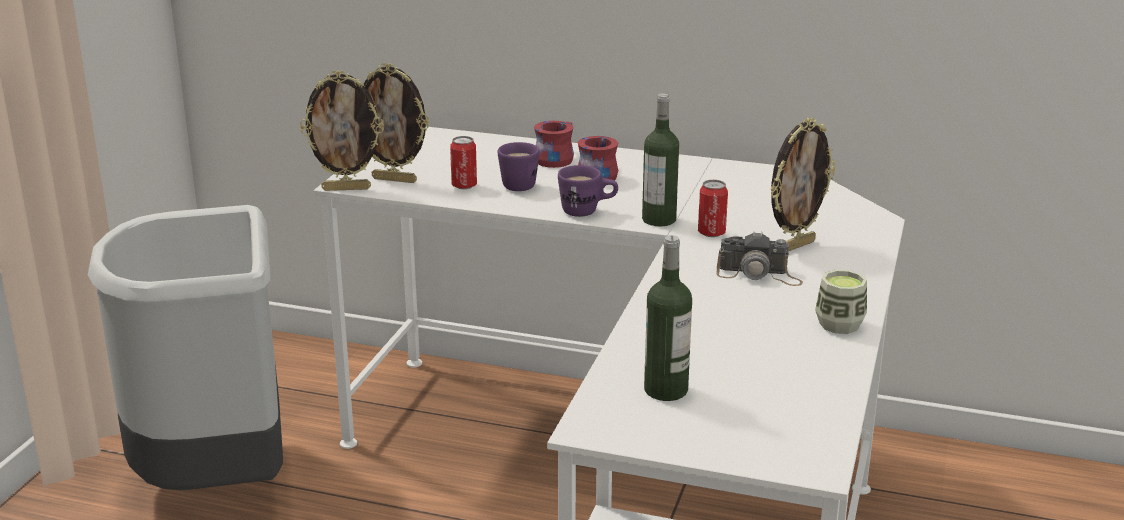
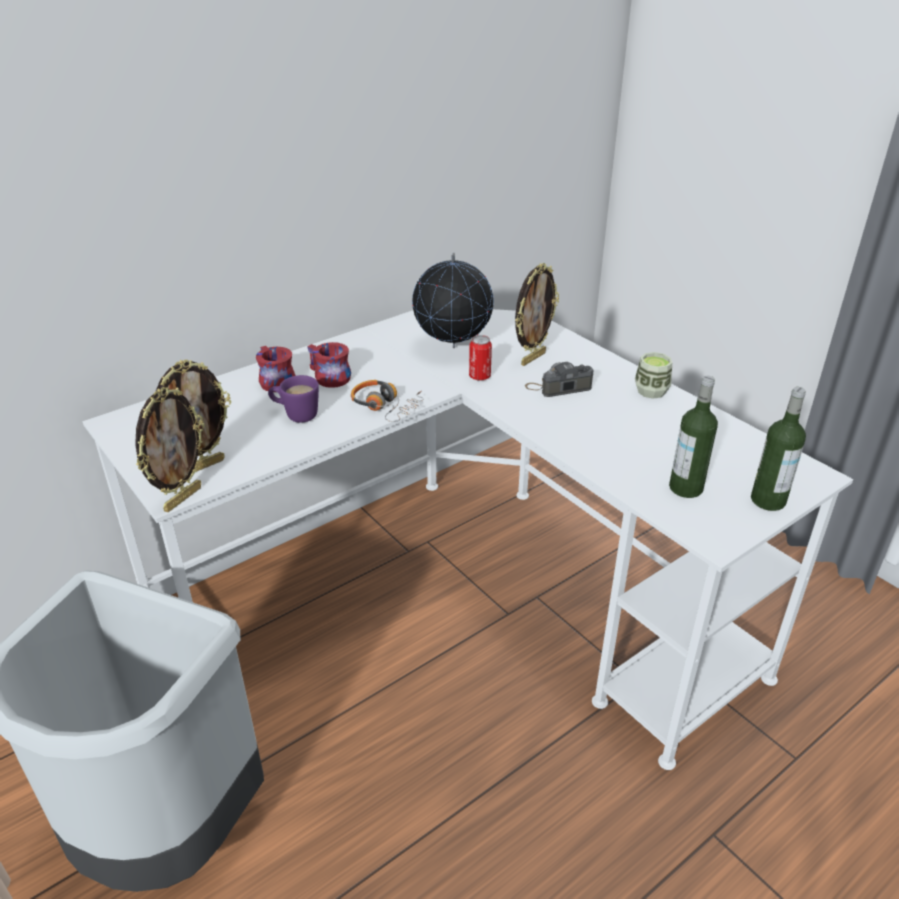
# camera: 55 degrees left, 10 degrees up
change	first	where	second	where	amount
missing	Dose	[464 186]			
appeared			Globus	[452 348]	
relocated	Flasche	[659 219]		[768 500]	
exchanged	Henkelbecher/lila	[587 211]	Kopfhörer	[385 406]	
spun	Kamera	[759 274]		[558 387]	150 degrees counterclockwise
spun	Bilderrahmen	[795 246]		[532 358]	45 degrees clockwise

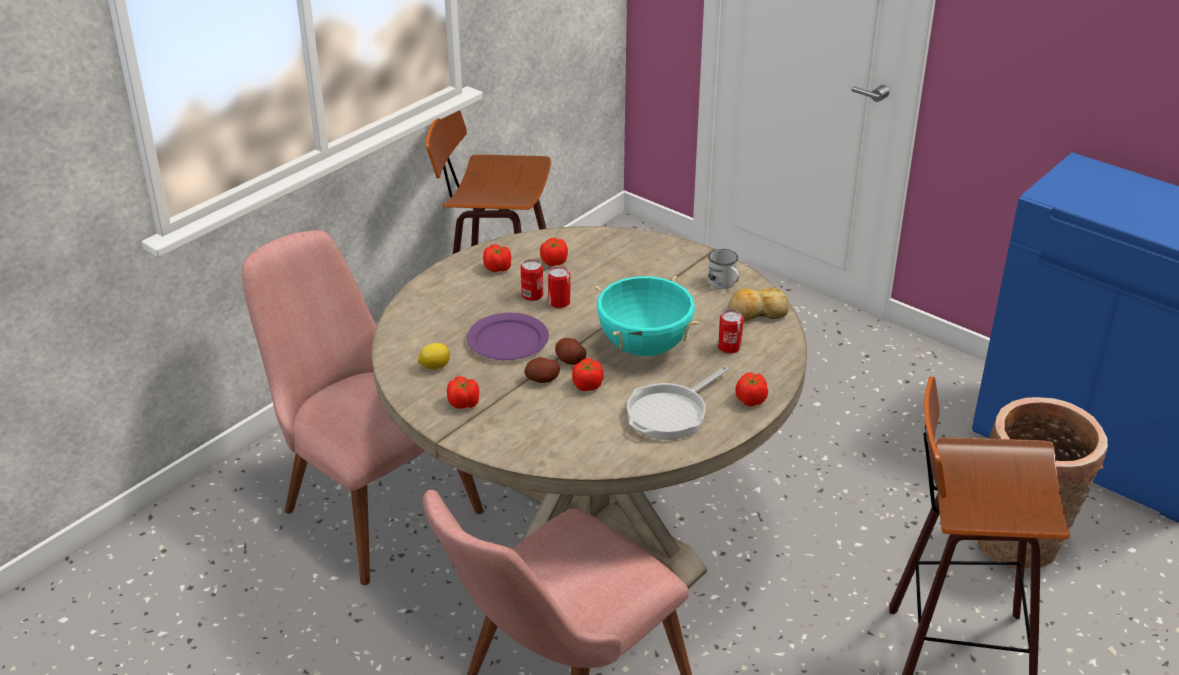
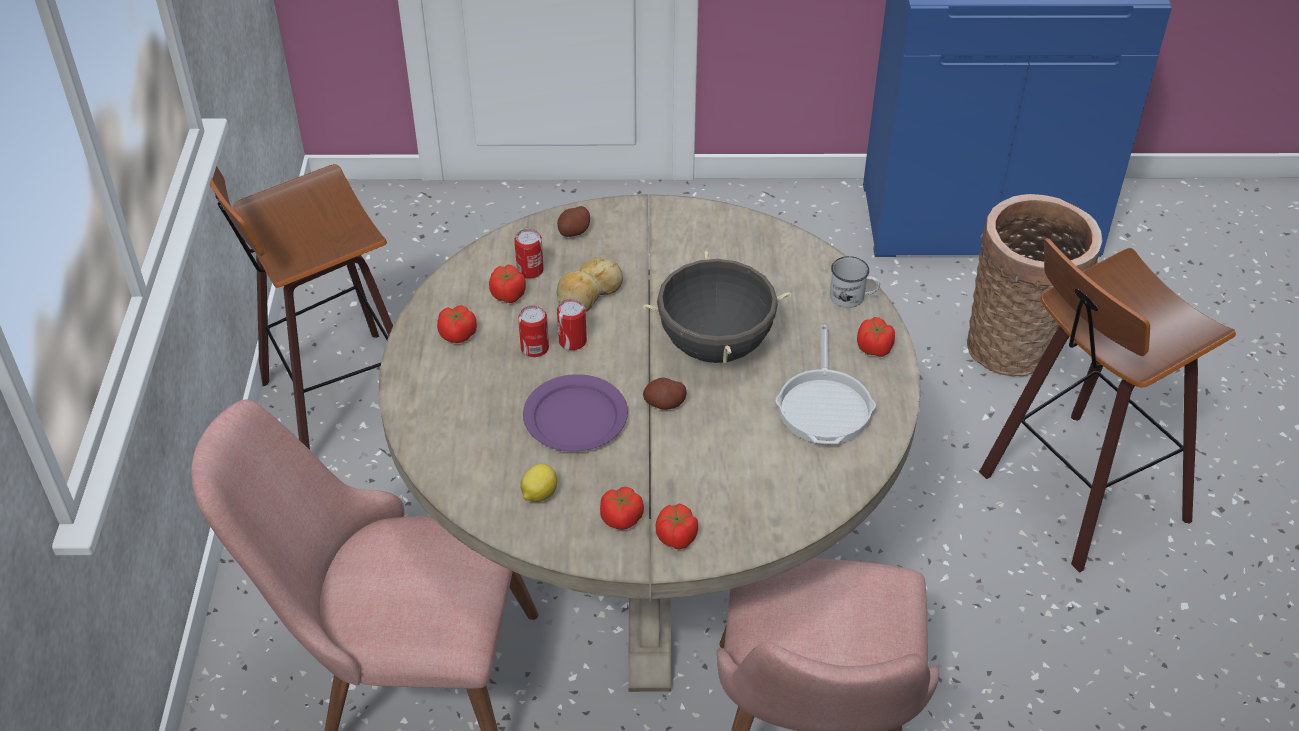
# camera: 40 degrees left, 10 degrees up
change	first	where	second	where	amount
relocated	Kartoffel	[542 379]		[574 231]	
relocated	Tomate	[587 385]		[676 537]	
relocated	Henkelbecher/weiß	[724 284]		[852 297]	
relocated	Dose	[729 347]		[530 270]	
relocated	Brot	[757 312]		[588 294]	
colour	Kochtopf/türkis	[644 347]	Kochtopf/schwarz	[715 345]	

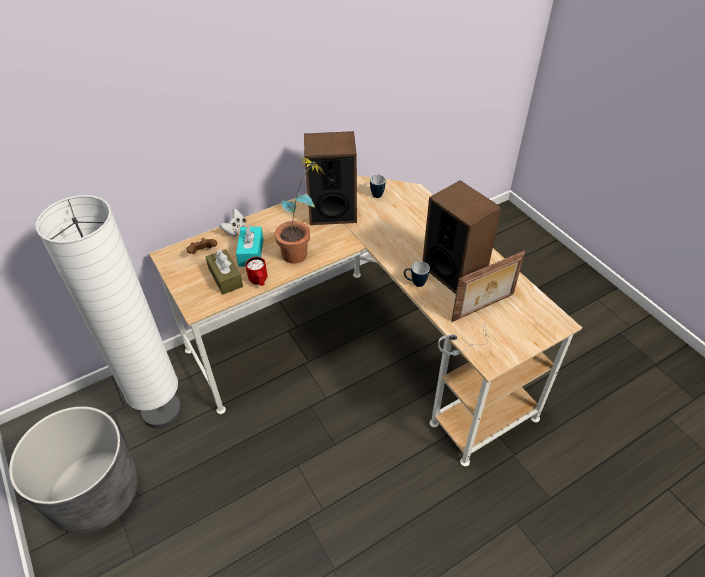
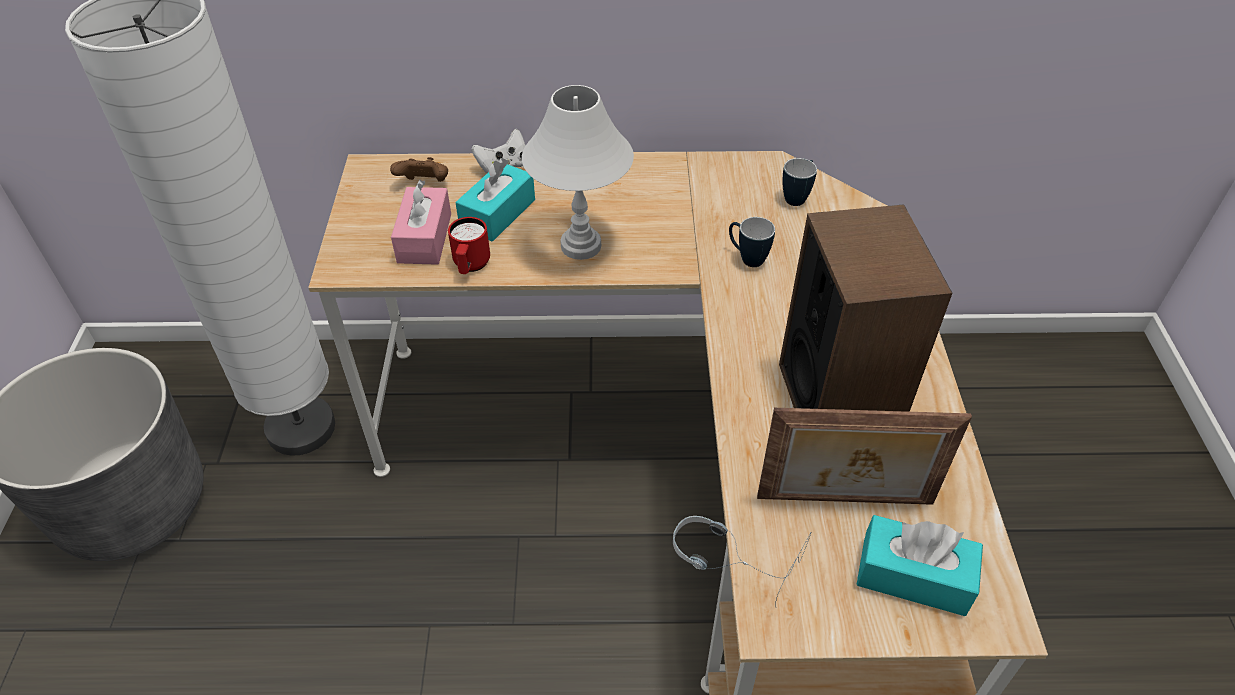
# camera: 30 degrees right, 0 degrees up
change	first	where	second	where	amount
missing	Lautsprecher	[332 212]			
appeared			Taschentuchbox/türkis	[913 576]	
relocated	Henkelbecher	[415 283]		[747 258]	
exchanged	Topfpflanze	[302 251]	Tischlampe/weiß	[581 246]	
colour	Taschentuchbox/braun	[225 277]	Taschentuchbox/rosa	[424 238]	

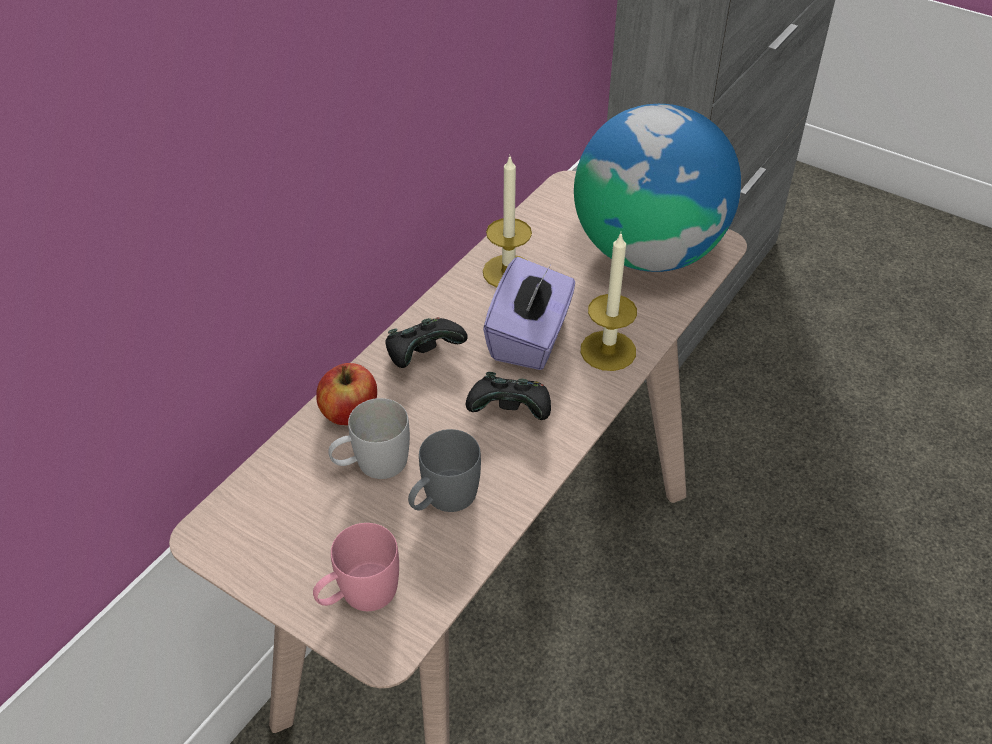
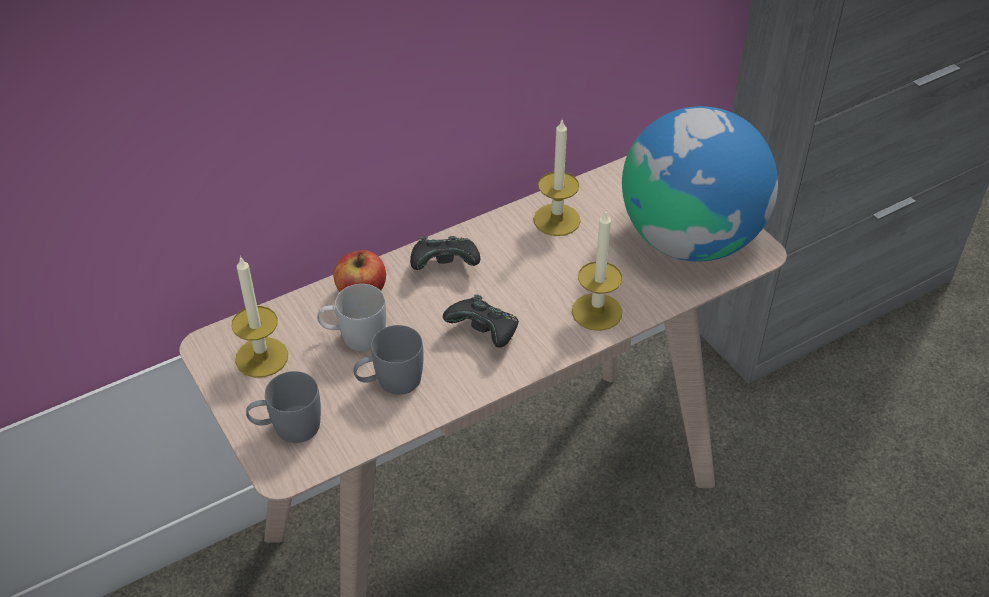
# camera: 25 degrees right, 0 degrees up
change	first	where	second	where	amount
missing	Taschentuchbox/lila	[530 338]			
appeared			Kerze	[262 357]	
colour	Henkelbecher/rosa	[358 595]	Henkelbecher/grau	[287 428]	

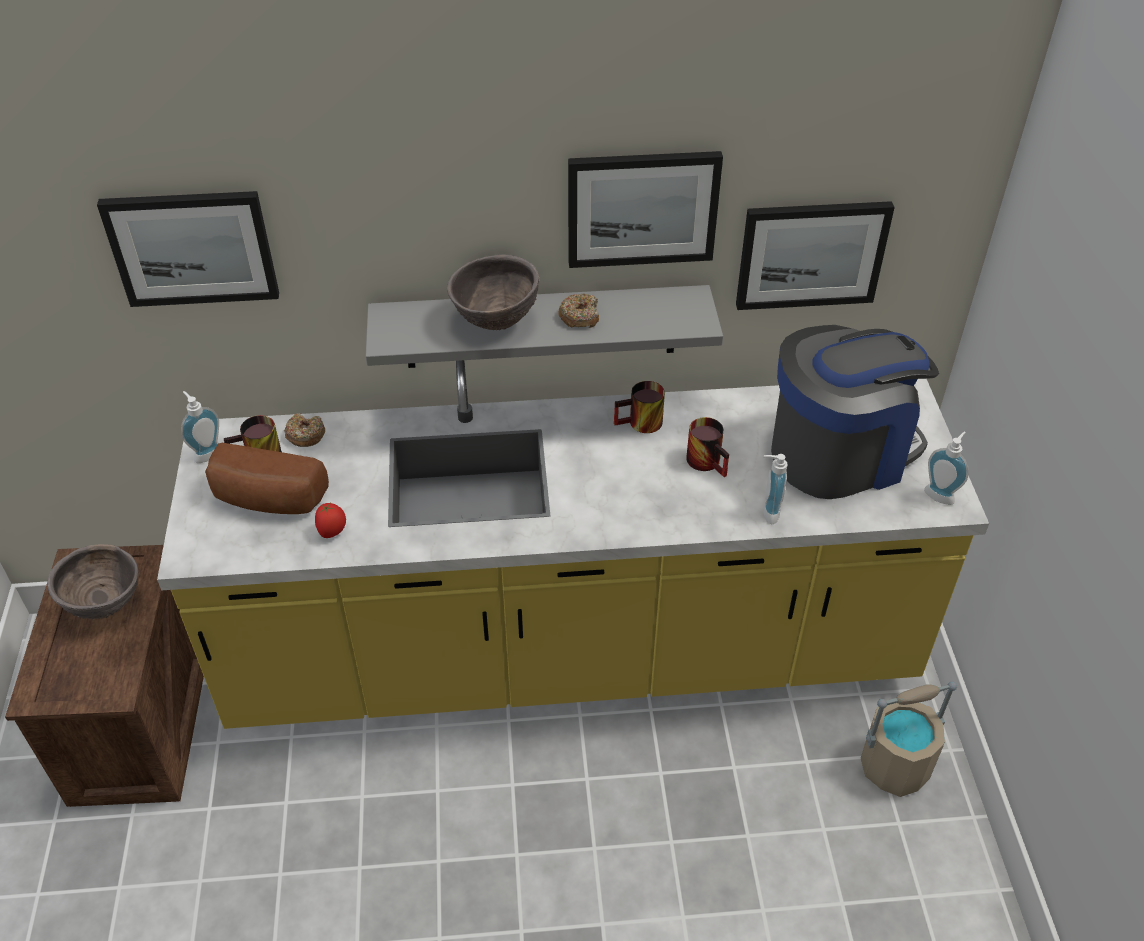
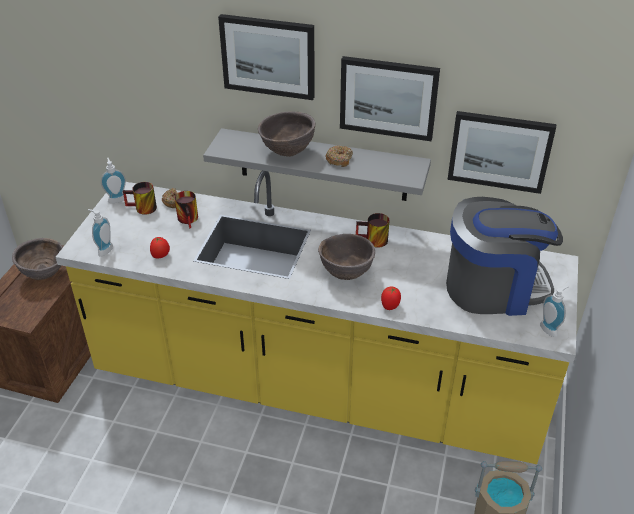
# camera: 20 degrees right, 5 degrees down
change	first	where	second	where	amount
missing	Brot	[267 500]			
appeared			Schüssel/braun	[346 274]	
appeared			Tomate	[390 306]	
relocated	Bild	[192 247]		[268 56]	
relocated	Henkelbecher	[709 461]		[190 219]	
relocated	Seifenspender	[767 512]		[103 250]	

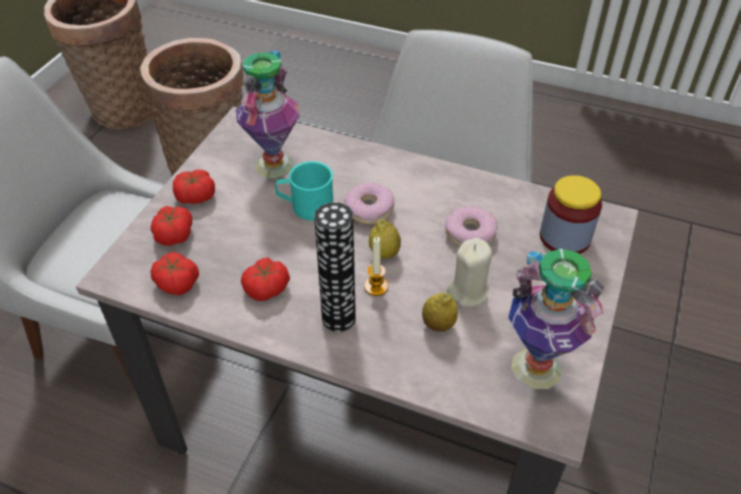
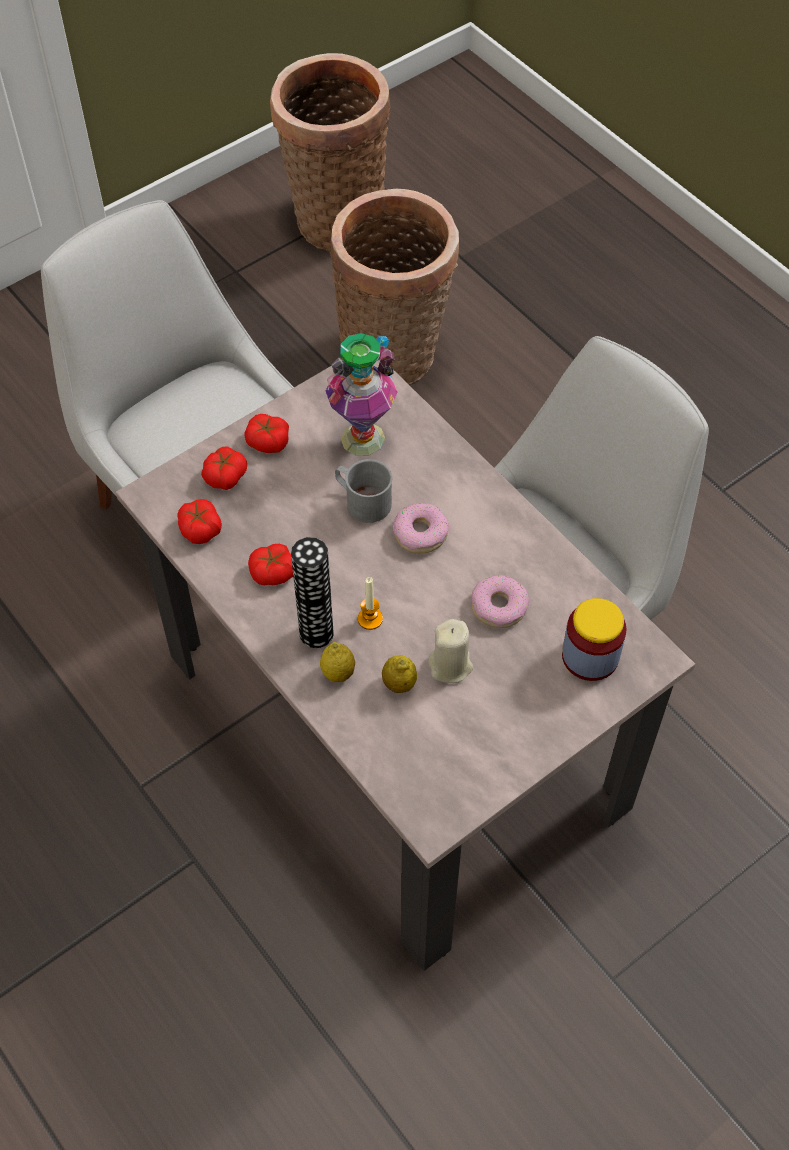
# camera: 30 degrees right, 10 degrees up
change	first	where	second	where	amount
missing	Vase	[535 368]			
relocated	Zitrone	[384 253]		[338 672]	
colour	Henkelbecher/türkis	[305 206]	Henkelbecher/grau	[362 501]	

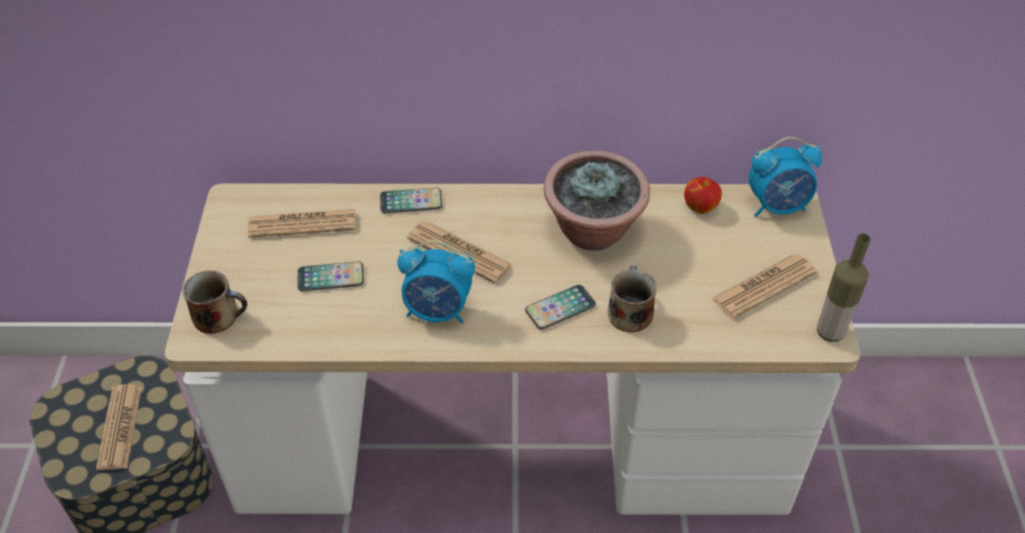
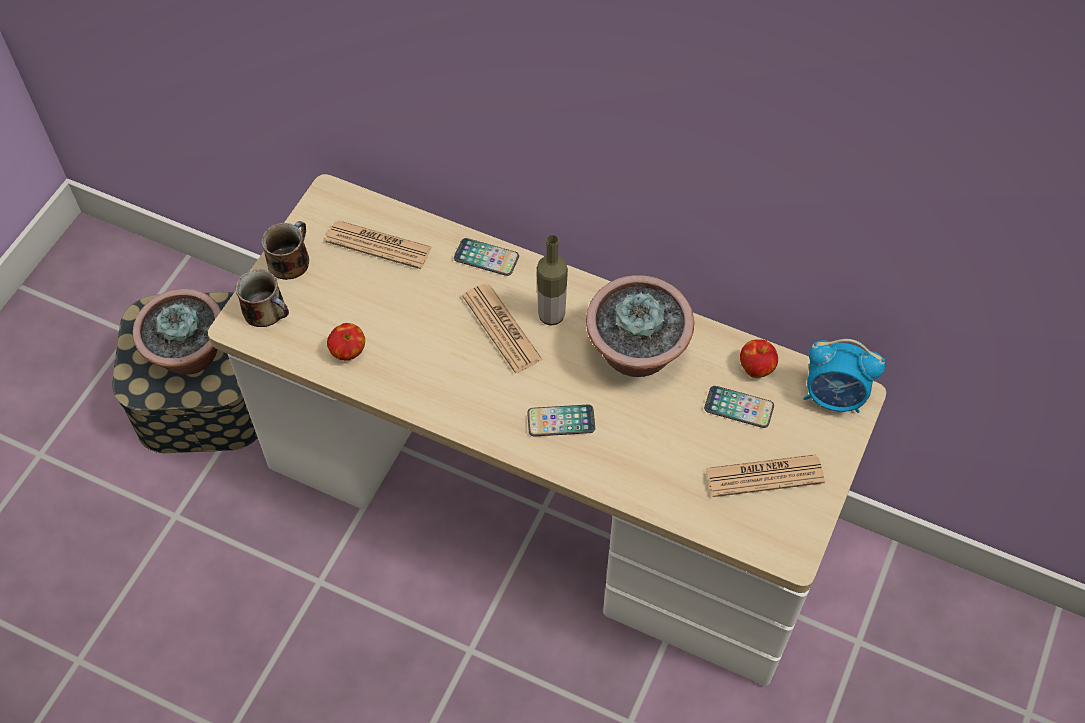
# camera: 25 degrees right, 10 degrees up
change	first	where	second	where	amount
missing	Wecker	[438 311]			
appeared			Apfel	[348 352]	
relocated	Handy	[331 277]		[738 407]	
relocated	Henkelbecher	[629 312]		[289 260]	
relocated	Flasche	[830 332]		[551 316]	
exchanged	Zeitung	[120 427]	Topfpflanze	[190 356]	

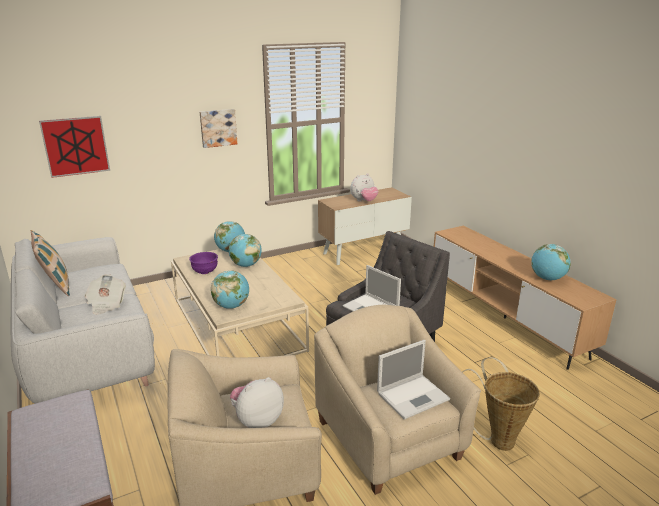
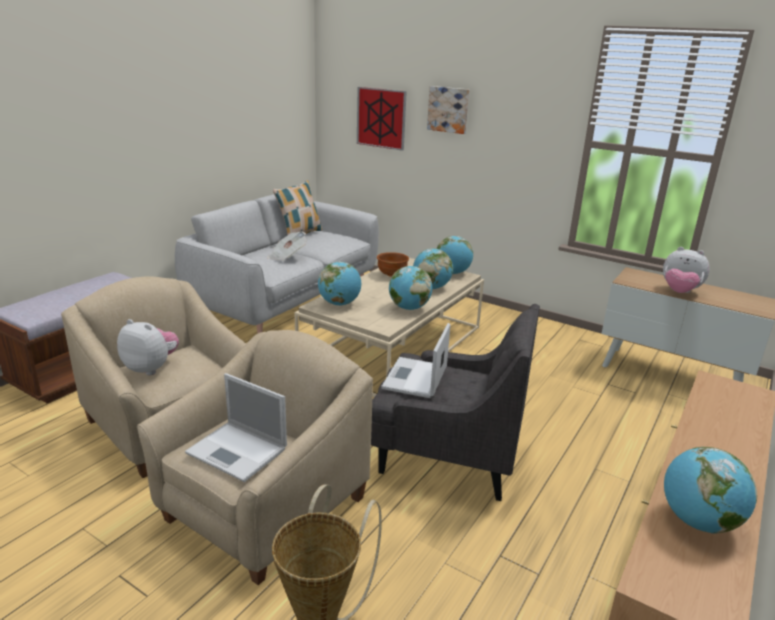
# camera: 60 degrees right, 0 degrees up
change	first	where	second	where	amount
appeared			Globus	[409 308]	
relocated	Bild	[218 128]		[448 109]	
colour	Schüssel/lila	[205 272]	Schüssel/braun	[392 275]	

